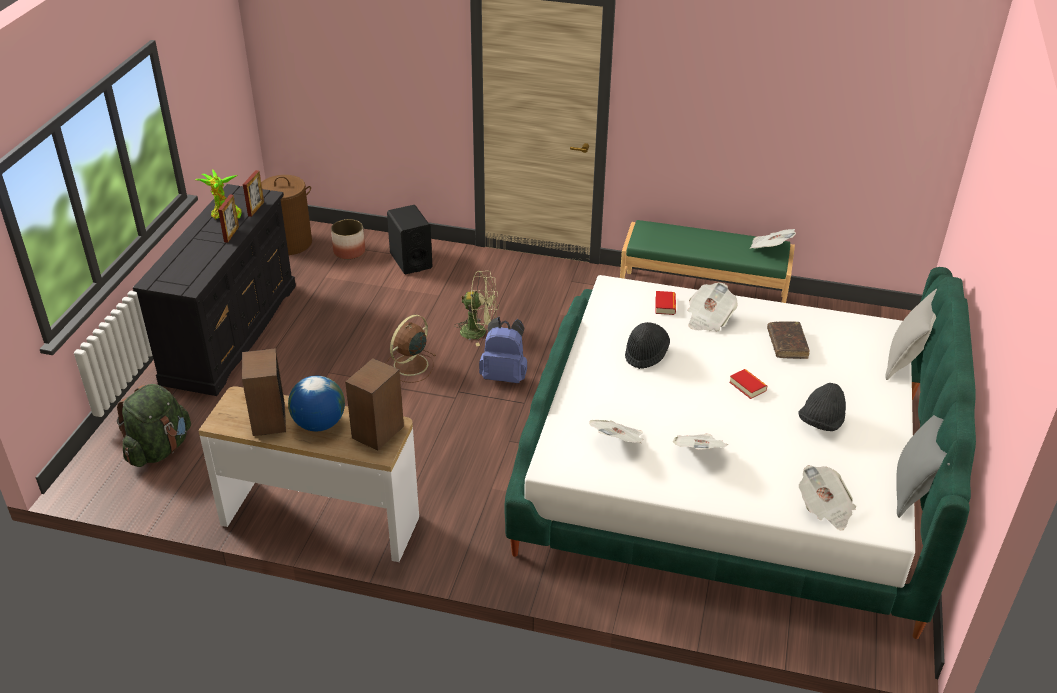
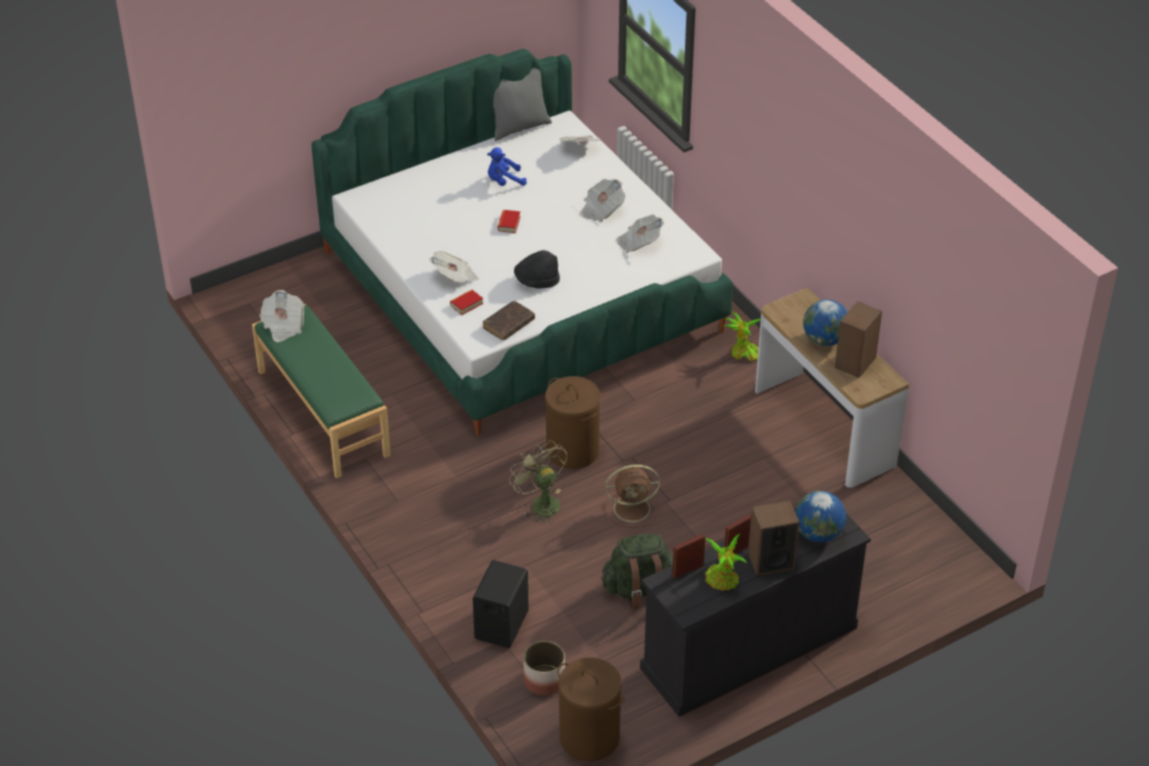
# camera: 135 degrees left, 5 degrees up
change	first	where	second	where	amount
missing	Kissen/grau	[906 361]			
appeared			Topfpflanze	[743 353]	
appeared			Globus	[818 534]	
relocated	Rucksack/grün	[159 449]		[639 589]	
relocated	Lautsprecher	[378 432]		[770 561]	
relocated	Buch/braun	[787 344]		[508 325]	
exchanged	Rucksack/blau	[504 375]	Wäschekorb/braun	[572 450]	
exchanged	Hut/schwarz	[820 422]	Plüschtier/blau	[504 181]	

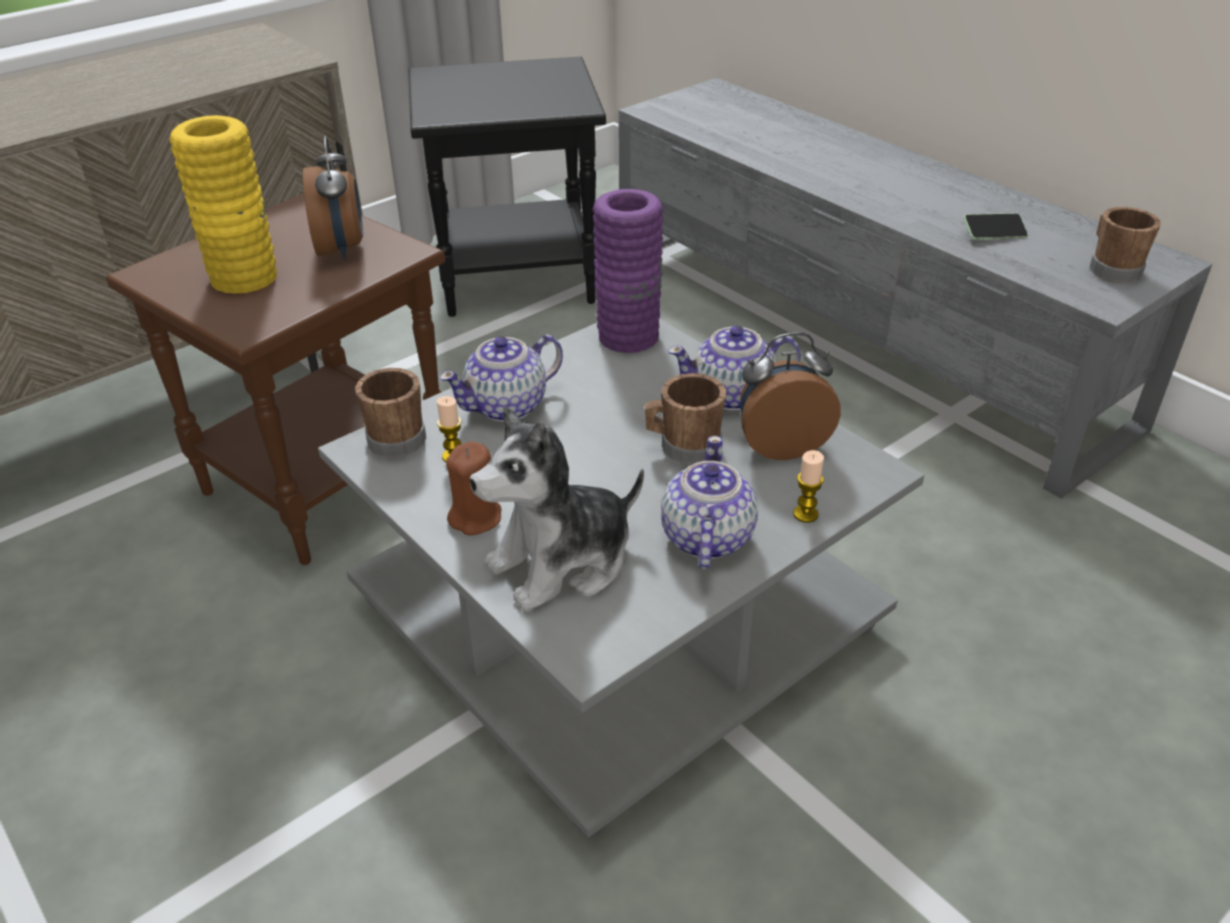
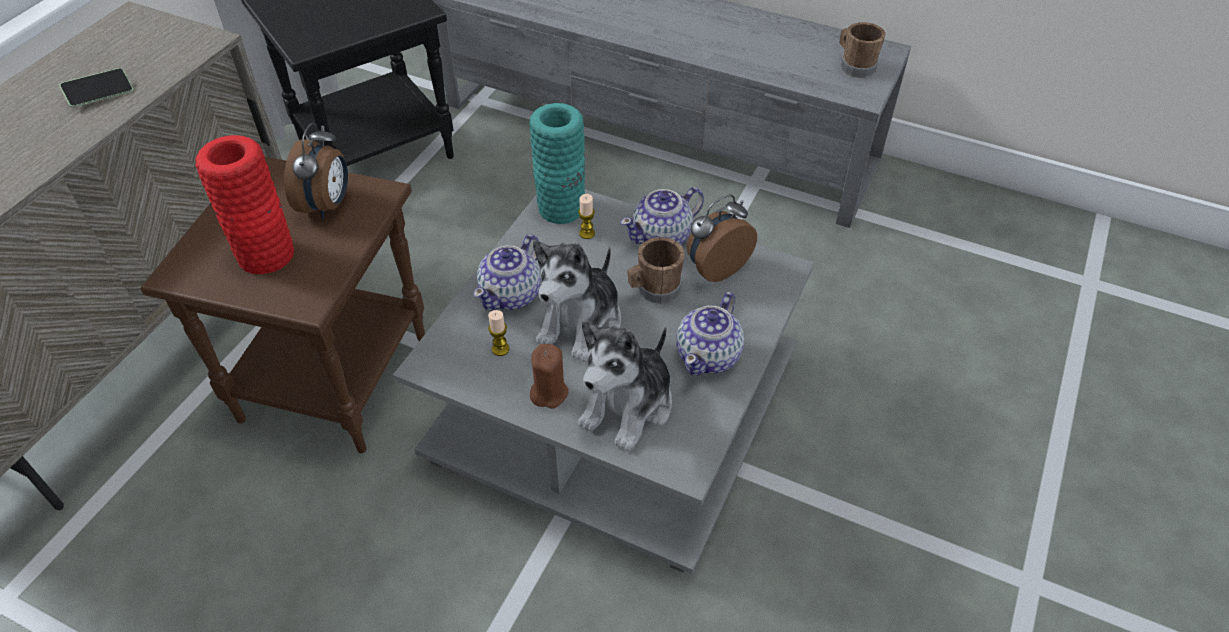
# camera: 25 degrees left, 10 degrees up
change	first	where	second	where	amount
missing	Henkelbecher/braun	[397 436]			
appeared			Plüschtier	[581 323]	
relocated	Kerze	[805 514]		[587 233]	
relocated	Handy	[994 235]		[100 95]	
colour	Vase/gelb	[244 277]	Vase/rot	[266 255]	
colour	Vase/lila	[628 336]	Vase/türkis	[561 208]	
spun	Wecker	[342 249]		[327 205]	45 degrees clockwise
spun	Teekanne	[706 538]		[709 355]	135 degrees counterclockwise

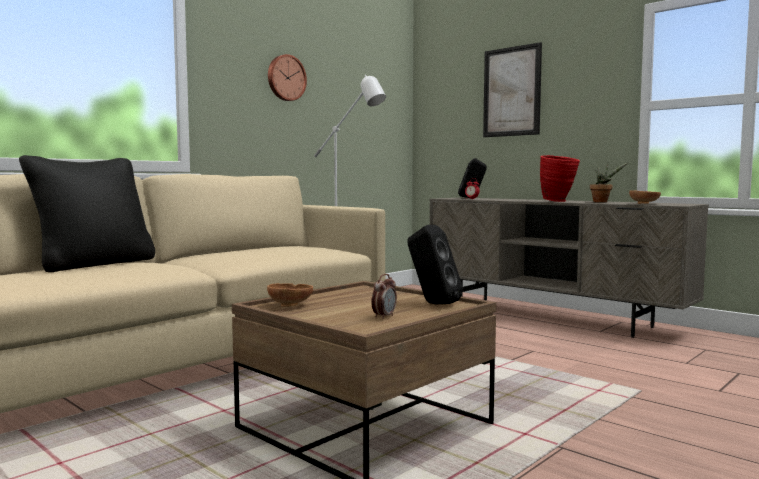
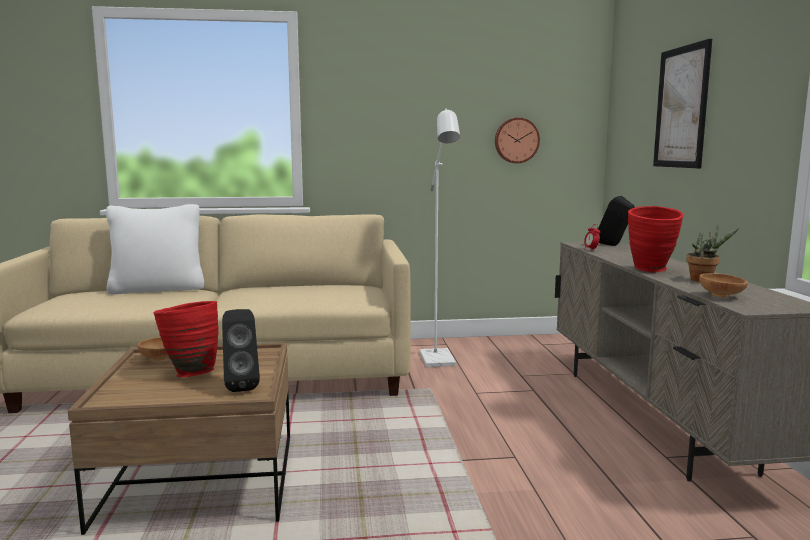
# camera: 40 degrees right, 5 degrees up
change	first	where	second	where	amount
missing	Wecker	[384 317]			
appeared			Vase/rot	[189 373]	
relocated	Wanduhr	[285 78]		[516 140]	
colour	Kissen/schwarz	[94 264]	Kissen/weiß	[158 289]	

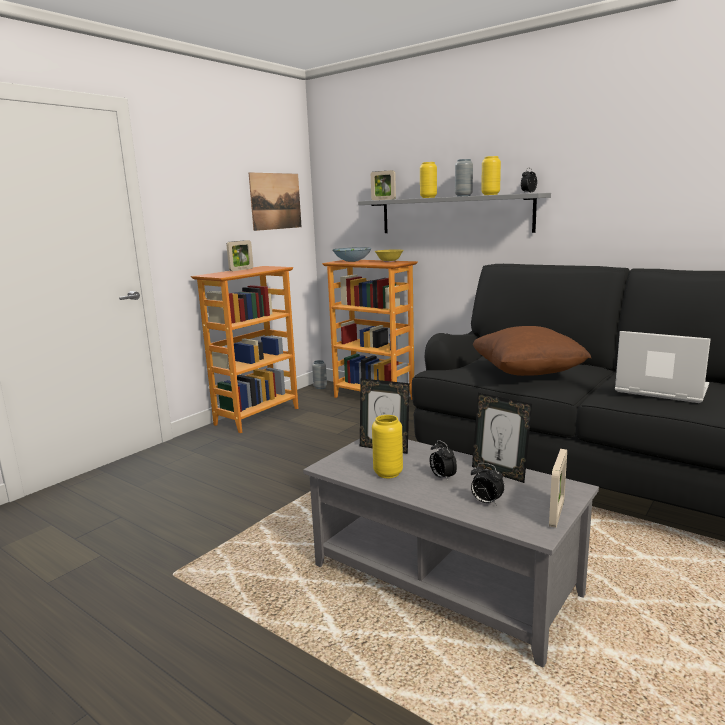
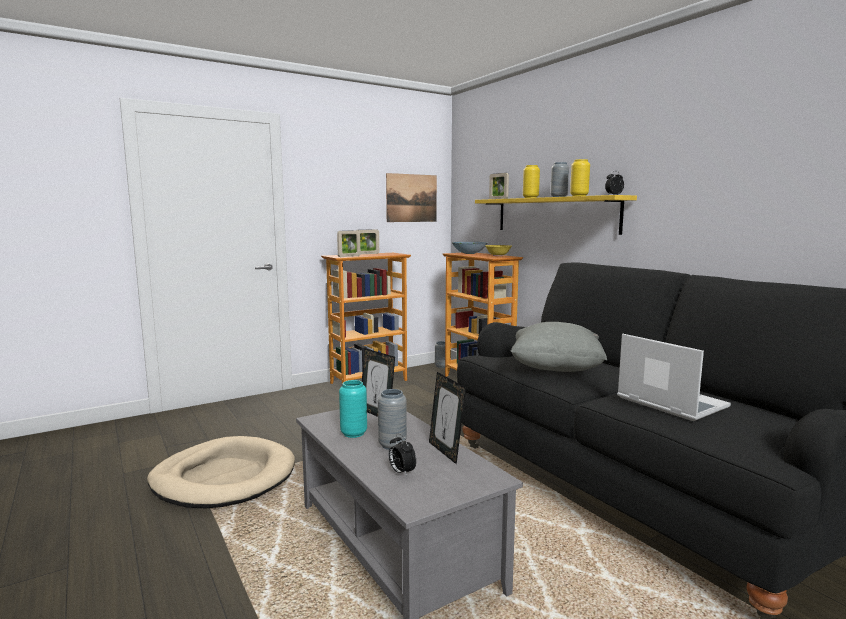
# camera: 20 degrees right, 5 degrees down
change	first	where	second	where	amount
appeared			Hundebett/beige	[224 477]	
relocated	Bilderrahmen	[556 514]		[349 256]	
exchanged	Wecker	[442 477]	Vase/grau	[392 445]	
colour	Wandregal/grau	[454 215]	Wandregal/gelb	[554 215]	
colour	Vase/gelb	[388 473]	Vase/türkis	[353 433]	
colour	Kissen/braun	[527 373]	Kissen/grau	[555 369]	

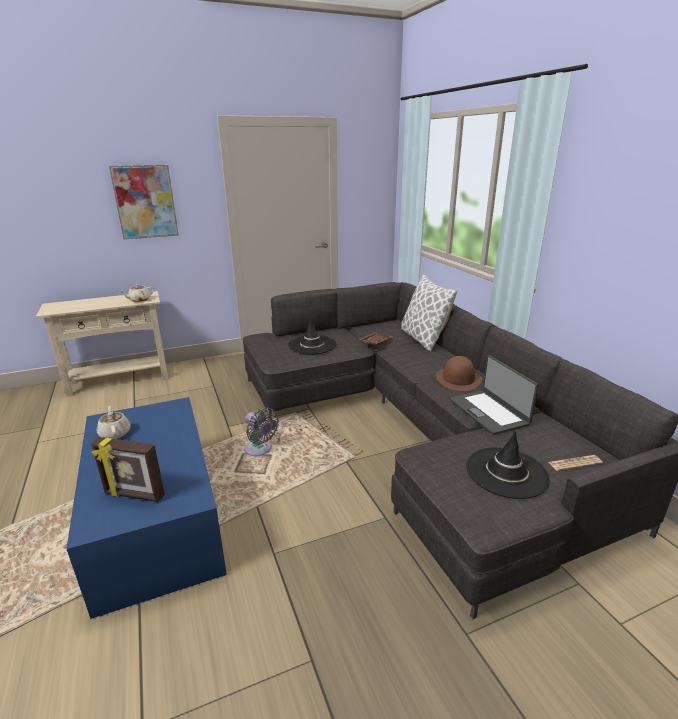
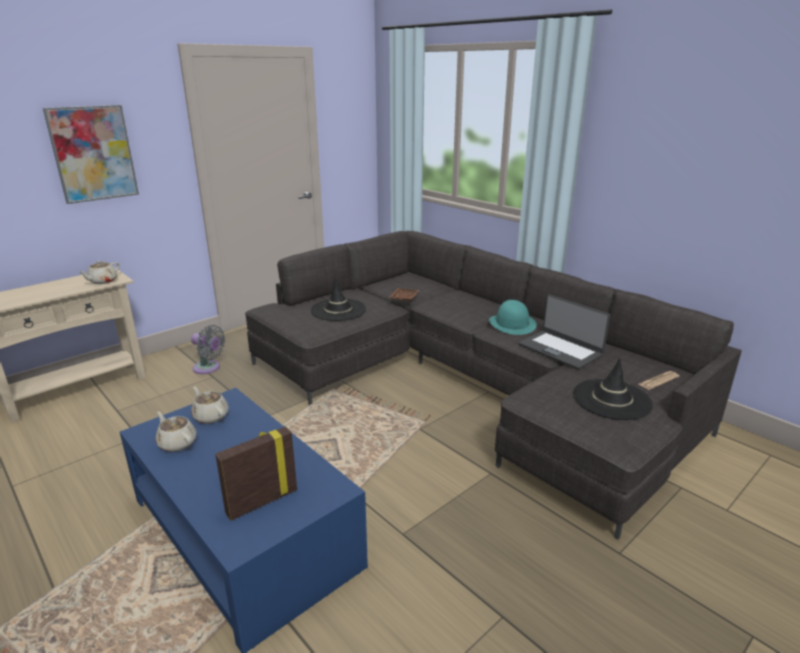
# camera: 20 degrees left, 0 degrees up
change	first	where	second	where	amount
missing	Kissen	[423 339]			
appeared			Teekanne/beige	[210 416]	
relocated	Ventilator/grau	[260 450]		[208 368]	
colour	Hut/braun	[458 379]	Hut/türkis	[512 324]	
spun	Bilderrahmen	[134 495]		[261 501]	150 degrees clockwise

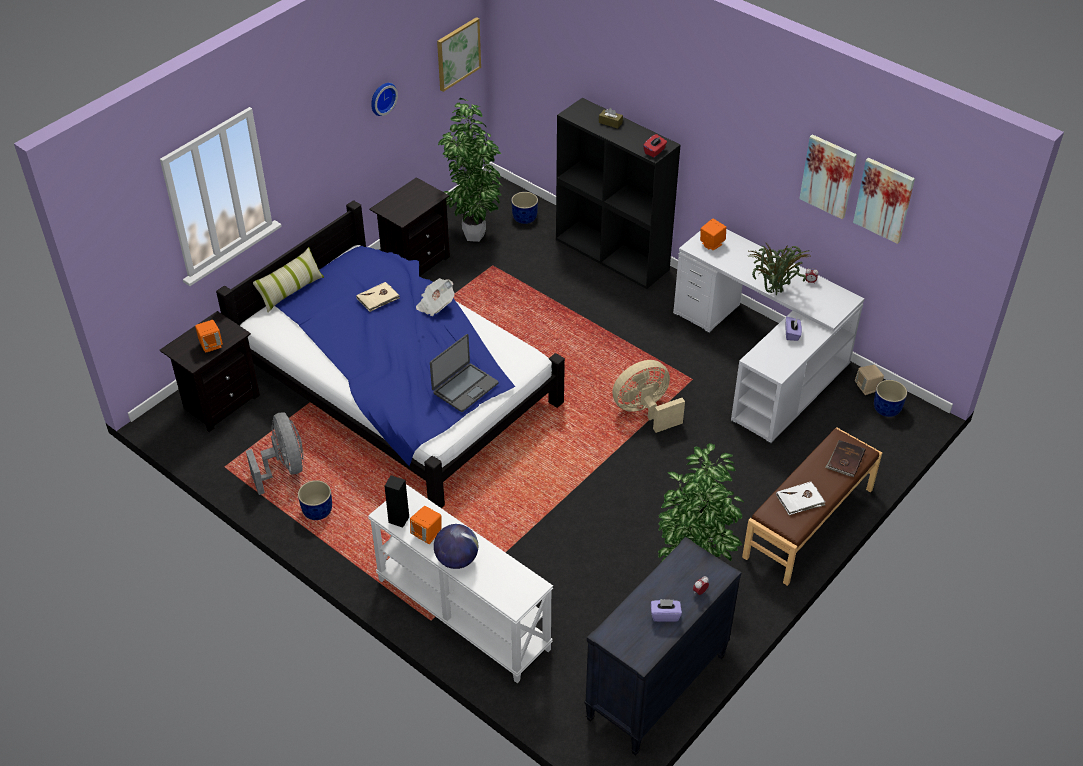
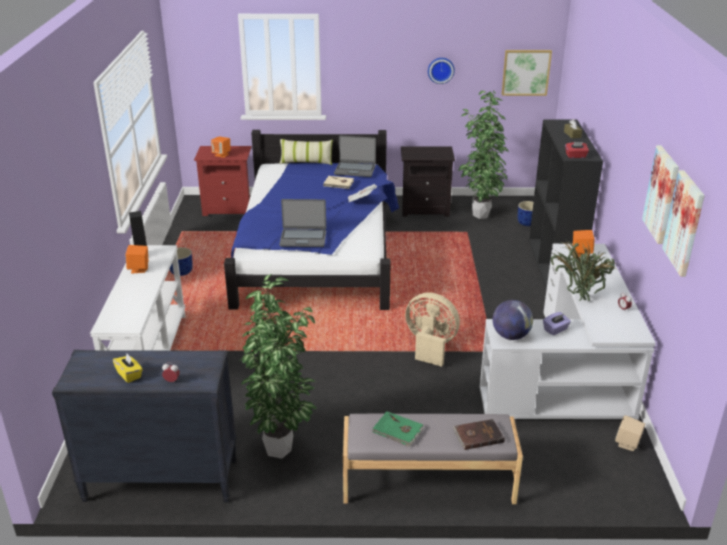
# camera: 50 degrees right, 15 degrees down
change	first	where	second	where	amount
missing	Ventilator/grau	[284 468]			
missing	Pflanzkübel/blau	[887 408]			
appeared			Laptop	[355 170]	
relocated	Globus	[456 559]		[510 336]	
colour	Nachttisch/schwarz	[220 402]	Nachttisch/rot	[228 208]	
colour	Taschentuchbox/lila	[665 615]	Taschentuchbox/gelb	[129 375]	
colour	Bank/braun	[809 523]	Bank/grau	[428 483]	
colour	Buch/weiß	[800 500]	Buch/grün	[397 431]	

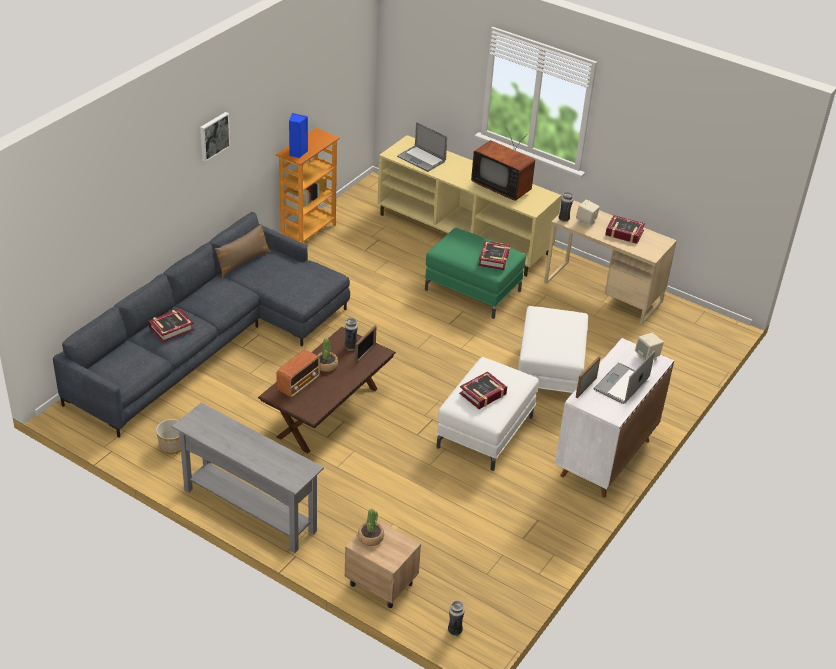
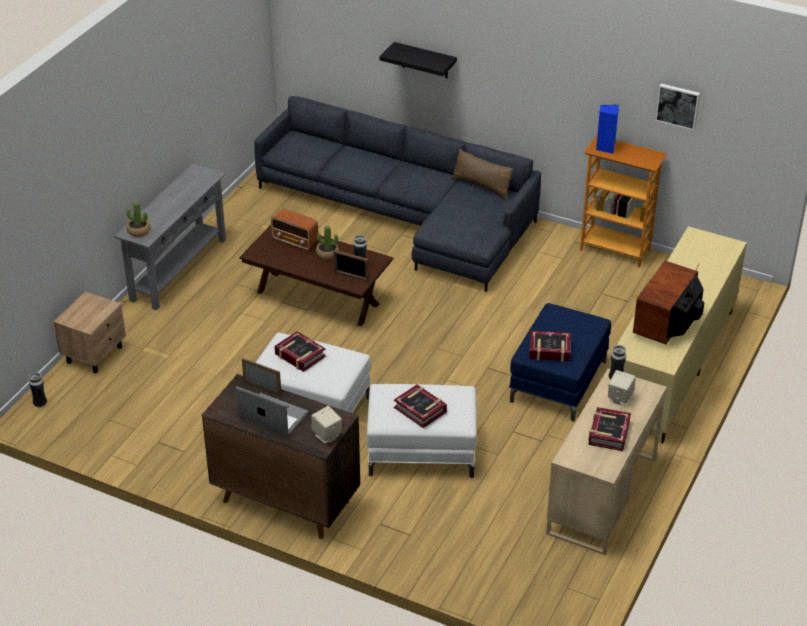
# camera: 85 degrees right, 0 degrees up
change	first	where	second	where	amount
missing	Pflanzkübel	[172 446]			
missing	Laptop	[421 159]			
appeared			Wandregal/schwarz	[425 60]	
relocated	Buch	[171 328]		[420 410]	
relocated	Bild	[213 136]		[678 105]	
relocated	Topfpflanze	[370 537]		[138 231]	
colour	Polsterhocker/grün	[473 290]	Polsterhocker/blau	[559 382]	
colour	Schrank/weiß	[605 458]	Schrank/braun	[285 501]	

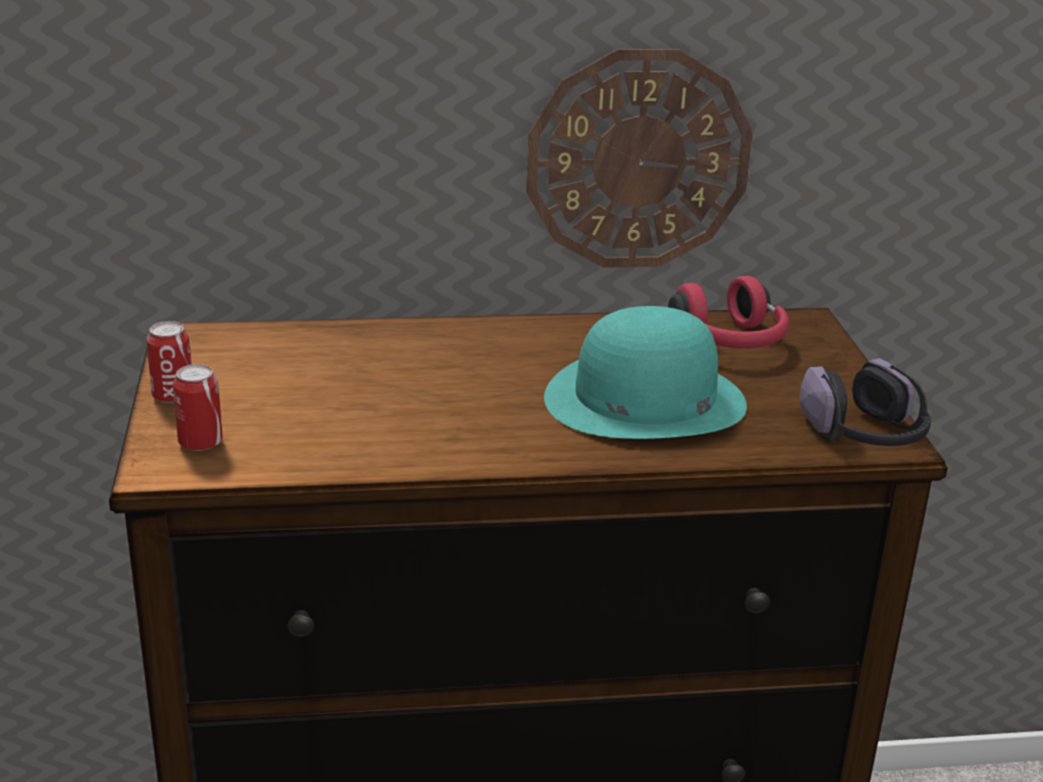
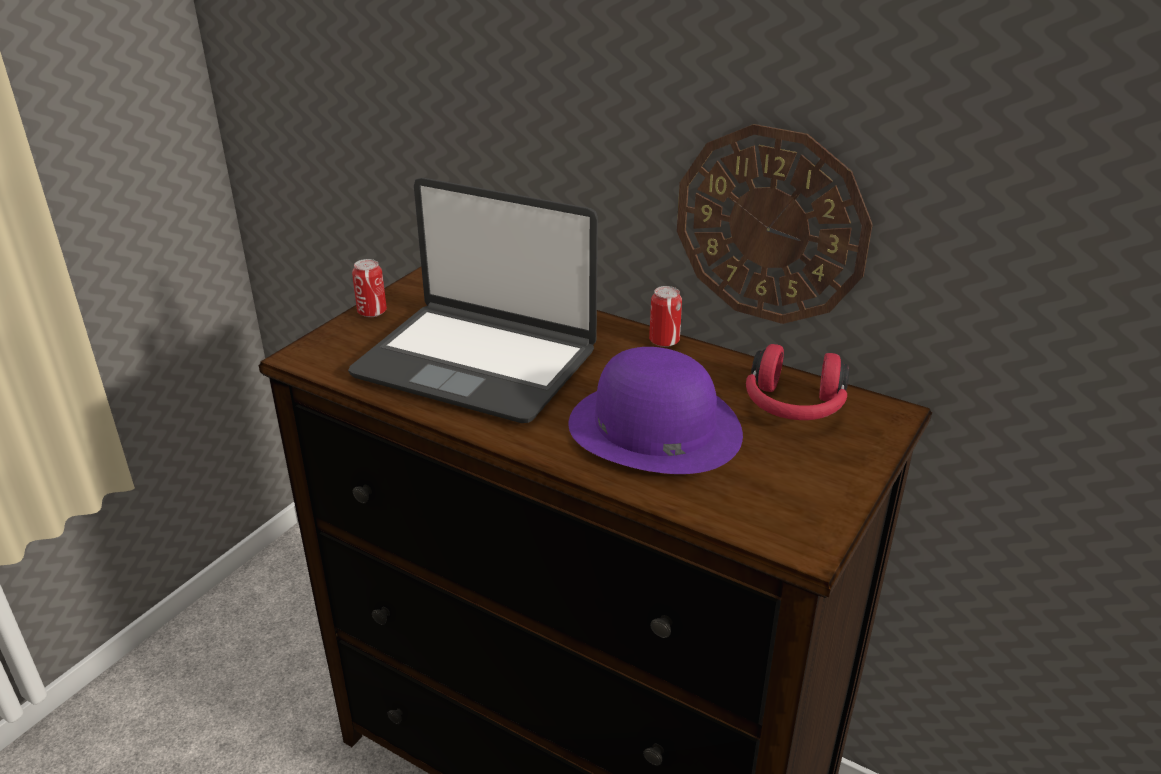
# camera: 40 degrees right, 5 degrees up
change	first	where	second	where	amount
missing	Kopfhörer	[864 436]			
appeared			Laptop	[477 362]	
relocated	Dose	[200 442]		[664 341]	
colour	Hut/türkis	[644 400]	Hut/lila	[653 427]	

